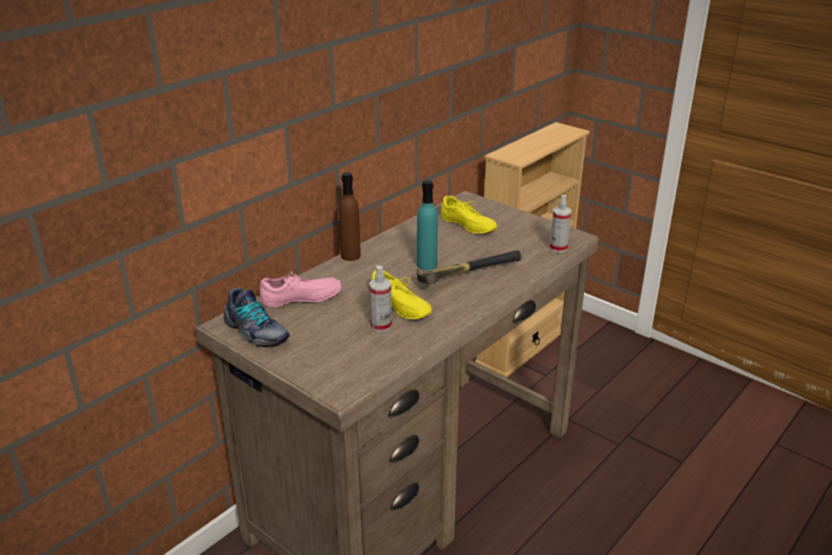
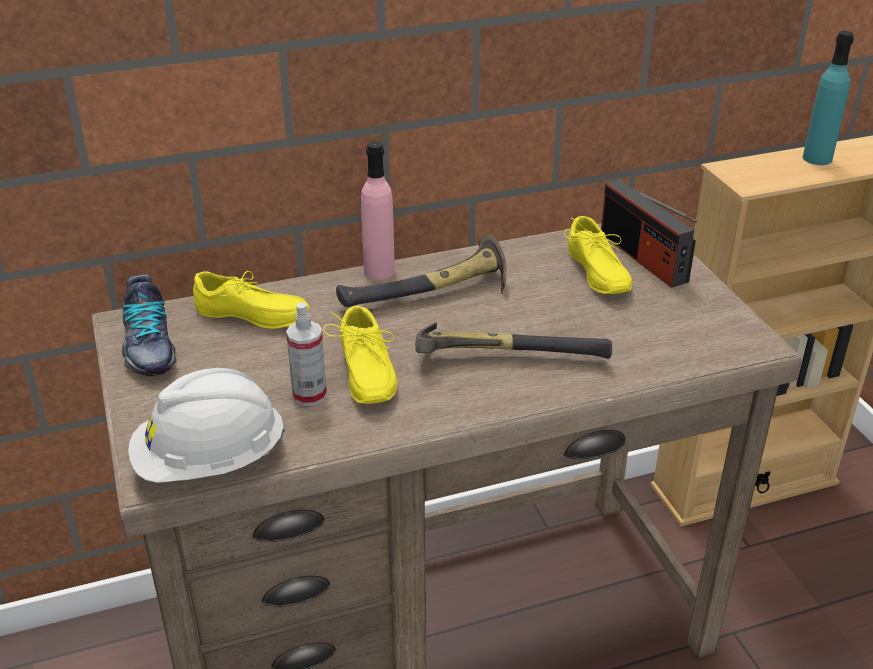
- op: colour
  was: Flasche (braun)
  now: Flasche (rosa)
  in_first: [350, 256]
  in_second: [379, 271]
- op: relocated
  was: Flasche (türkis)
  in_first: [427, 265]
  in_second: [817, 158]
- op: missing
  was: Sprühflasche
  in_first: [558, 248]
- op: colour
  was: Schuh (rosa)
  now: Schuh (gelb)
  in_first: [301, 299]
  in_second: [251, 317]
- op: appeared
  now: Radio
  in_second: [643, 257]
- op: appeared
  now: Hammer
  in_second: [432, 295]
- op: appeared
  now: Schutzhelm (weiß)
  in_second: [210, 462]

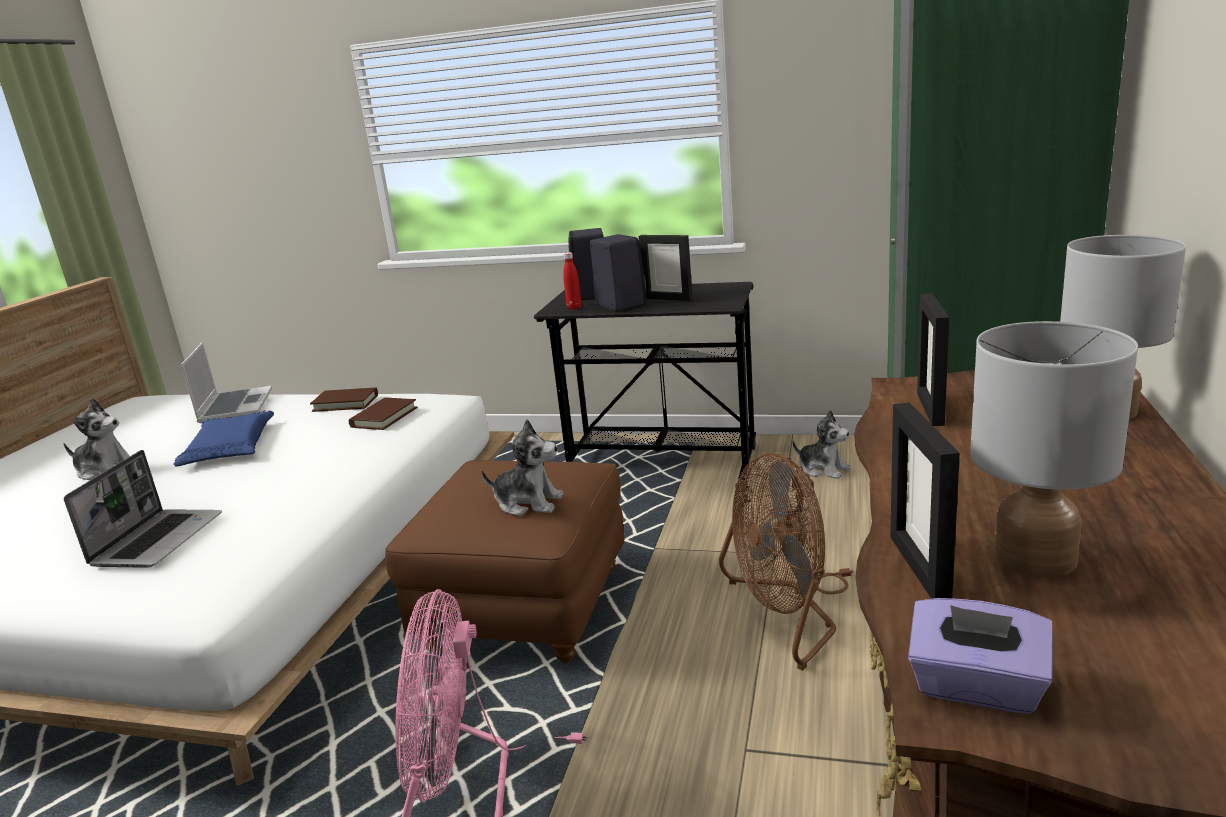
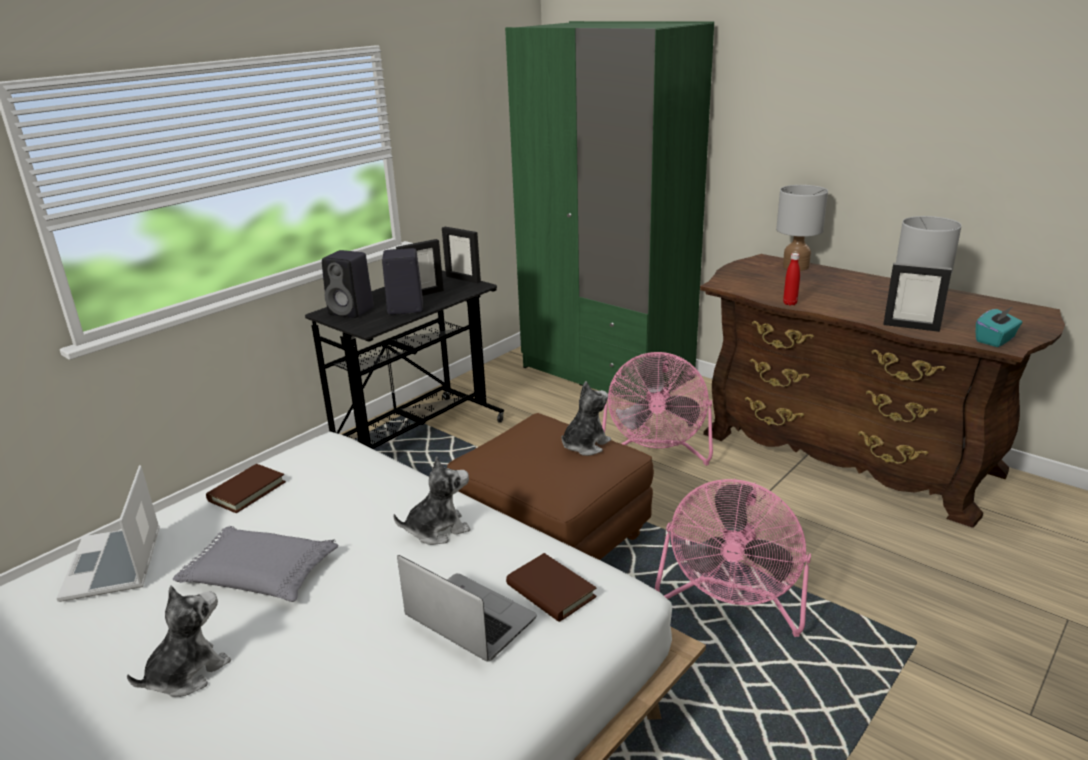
- op: relocated
  was: Flasche (rot)
  in_first: [574, 308]
  in_second: [790, 303]
- op: relocated
  was: Bilderrahmen
  in_first: [932, 408]
  in_second: [463, 278]
- op: spun
  was: Laptop
  in_first: [235, 406]
  in_second: [115, 565]
  clockwise: -120
- op: relocated
  was: Buch (braun)
  in_first: [384, 417]
  in_second: [550, 591]
- op: colour
  was: Kissen (blau)
  now: Kissen (grau)
  in_first: [230, 446]
  in_second: [259, 571]
- op: relocated
  was: Plüschtier
  in_first: [823, 469]
  in_second: [437, 529]
- op: colour
  was: Ventilator (braun)
  now: Ventilator (rosa)
  in_first: [790, 611]
  in_second: [652, 450]
- op: colour
  was: Taschentuchbox (lila)
  now: Taschentuchbox (türkis)
  in_first: [976, 687]
  in_second: [995, 340]

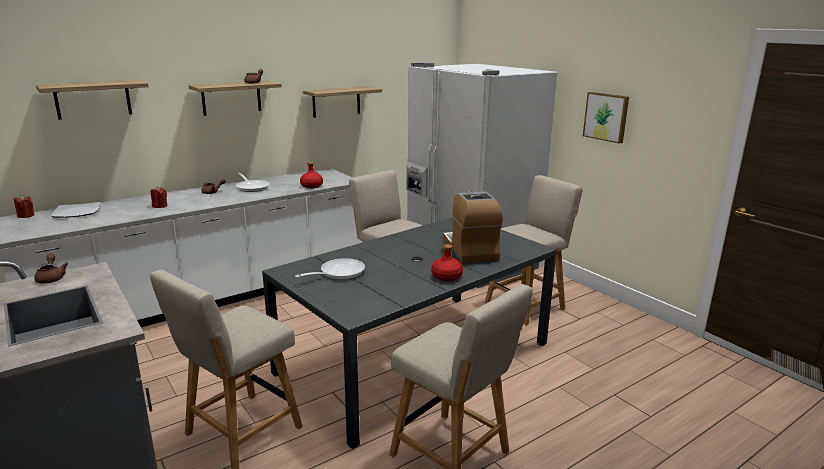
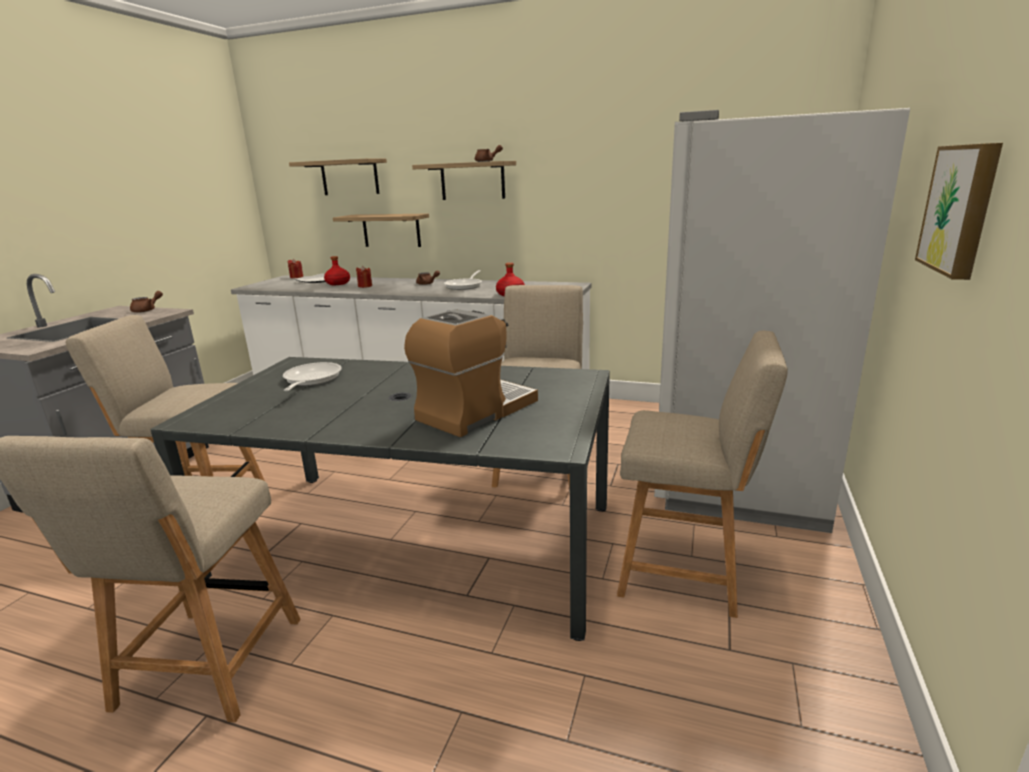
- op: relocated
  was: Wandregal
  in_first: [336, 102]
  in_second: [391, 230]
- op: relocated
  was: Flasche (rot)
  in_first: [446, 277]
  in_second: [338, 283]
- op: spun
  was: Pfanne
  in_first: [338, 273]
  in_second: [310, 380]
  clockwise: -105

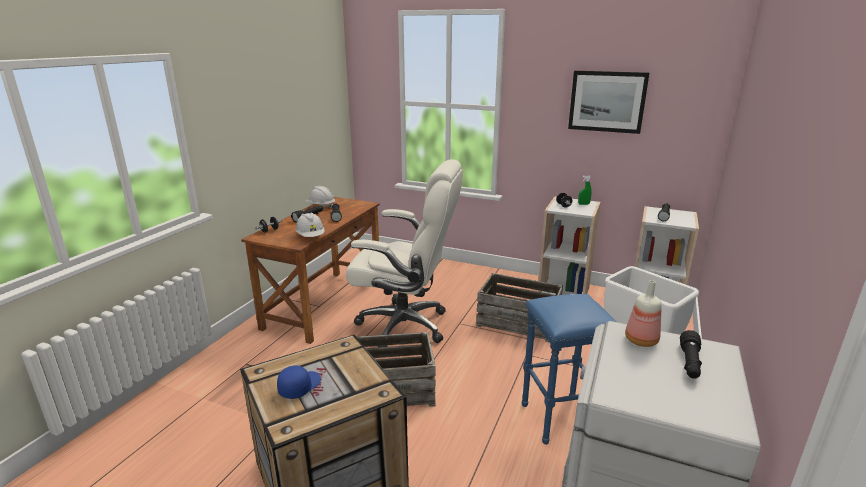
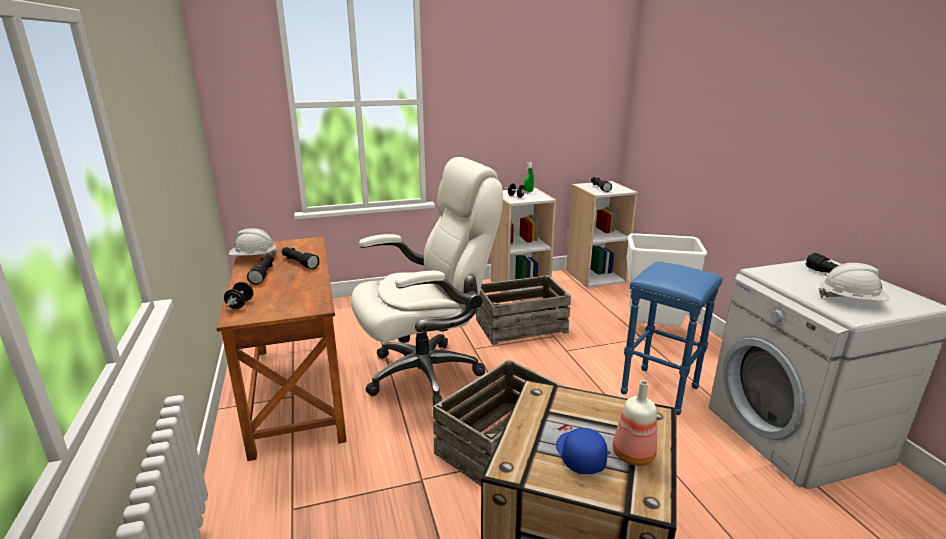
- op: missing
  was: Bild
  in_first: [607, 101]
- op: relocated
  was: Schutzhelm (weiß)
  in_first: [310, 236]
  in_second: [851, 301]
- op: relocated
  was: Flasche
  in_first: [640, 340]
  in_second: [631, 455]

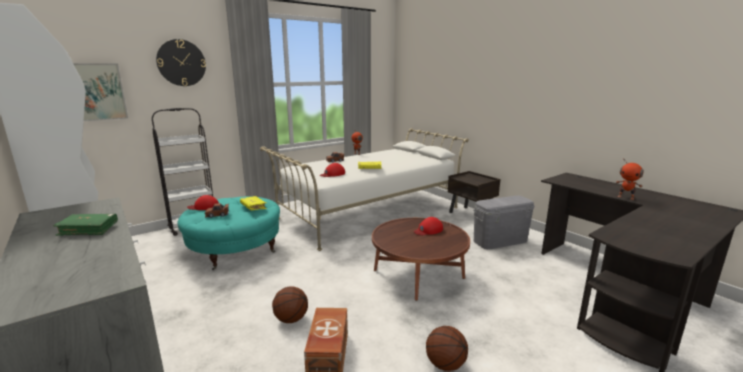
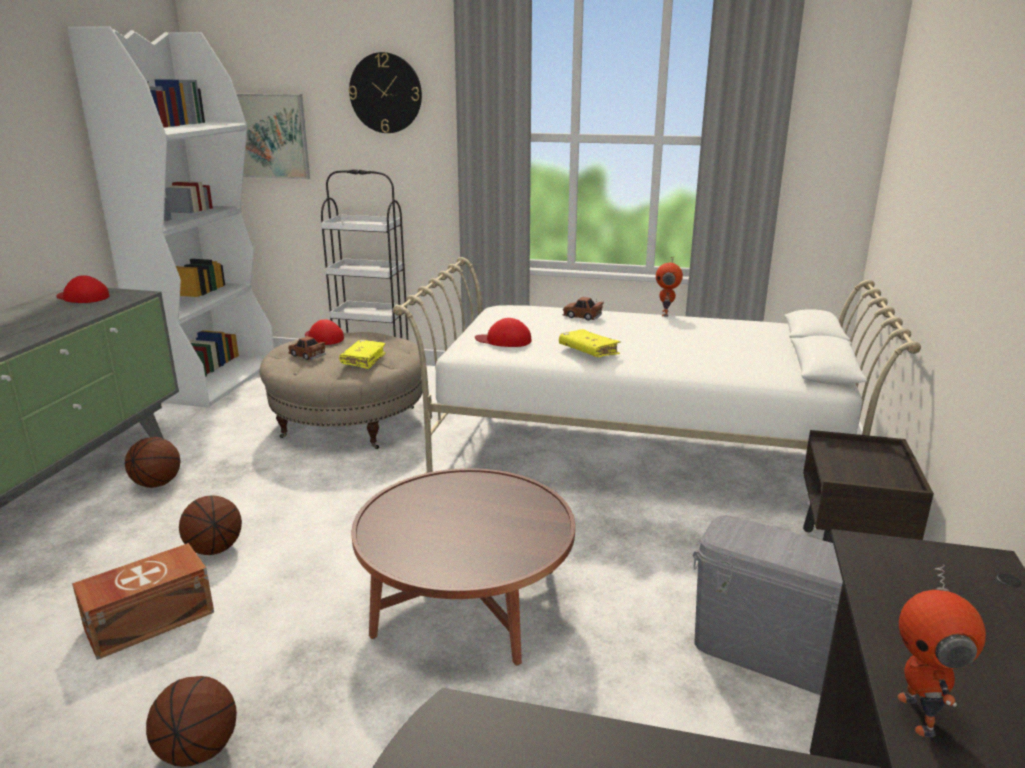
- op: colour
  was: Polsterhocker (türkis)
  now: Polsterhocker (beige)
  in_first: [235, 250]
  in_second: [349, 422]
- op: missing
  was: Buch (grün)
  in_first: [88, 229]
- op: relocated
  was: Kappe (rot)
  in_first: [428, 230]
  in_second: [83, 297]
- op: appeared
  now: Basketball
  in_second: [157, 483]

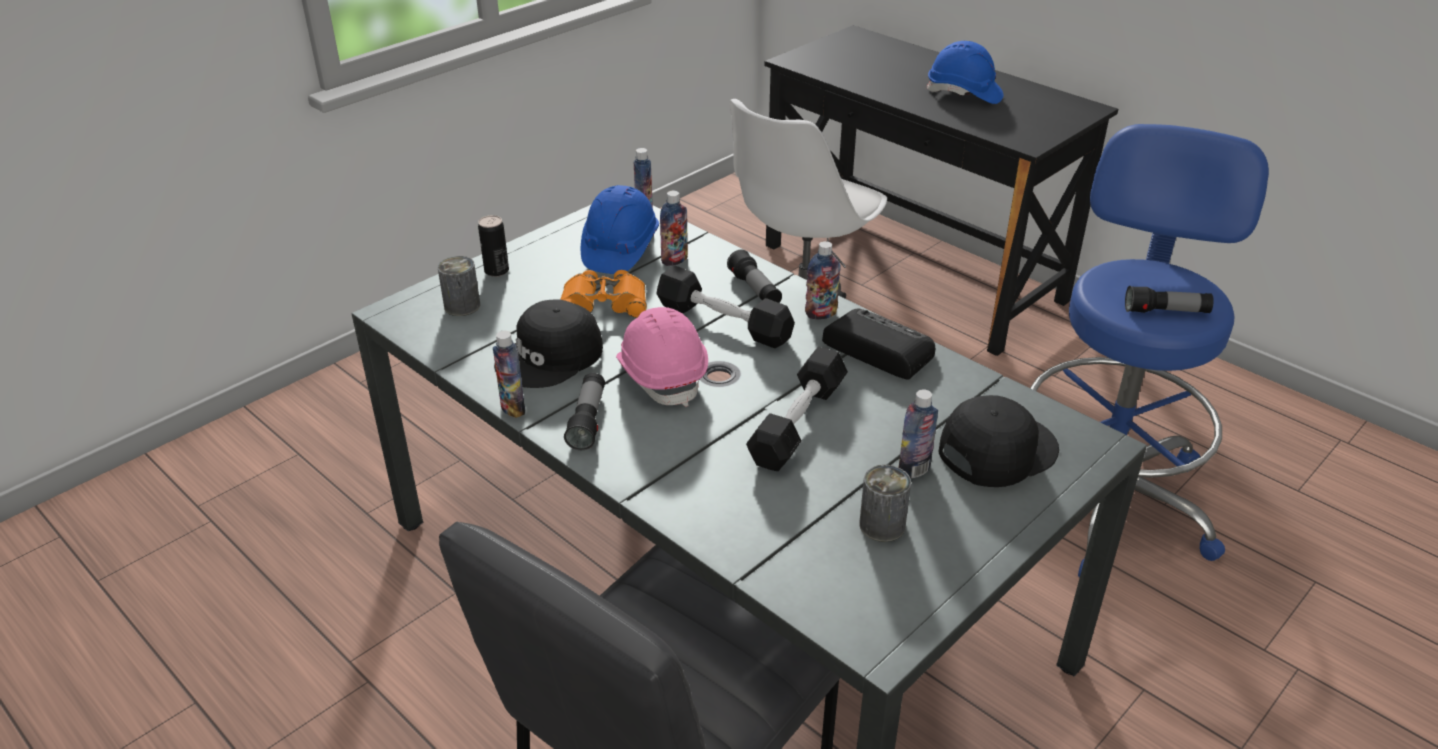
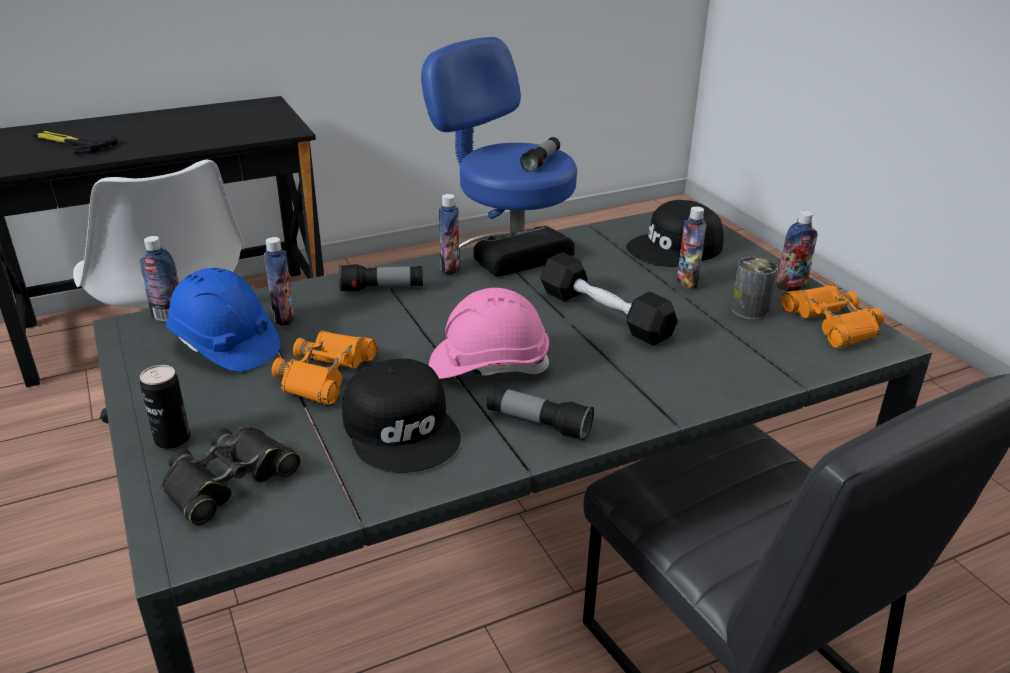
- op: missing
  was: Schutzhelm (blau)
  in_first: [964, 94]
- op: exchanged
  was: Dose
  now: Fernglas (schwarz)
  in_first: [462, 306]
  in_second: [228, 481]
- op: missing
  was: Hantel (schwarz)
  in_first: [723, 322]
- op: relocated
  was: Flasche
  in_first: [513, 408]
  in_second: [791, 286]
- op: spun
  was: Kappe (schwarz)
  in_first: [996, 450]
  in_second: [676, 248]
  clockwise: -105
- op: appeared
  now: Hammer
  in_second: [69, 144]
- op: appeared
  now: Fernglas (orange)
  in_second: [832, 323]

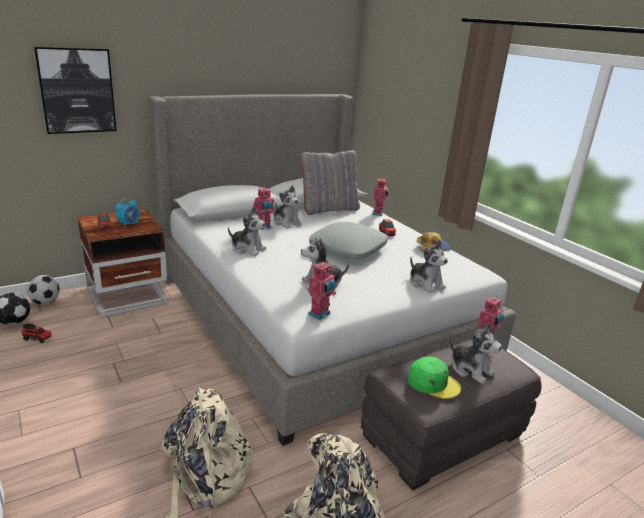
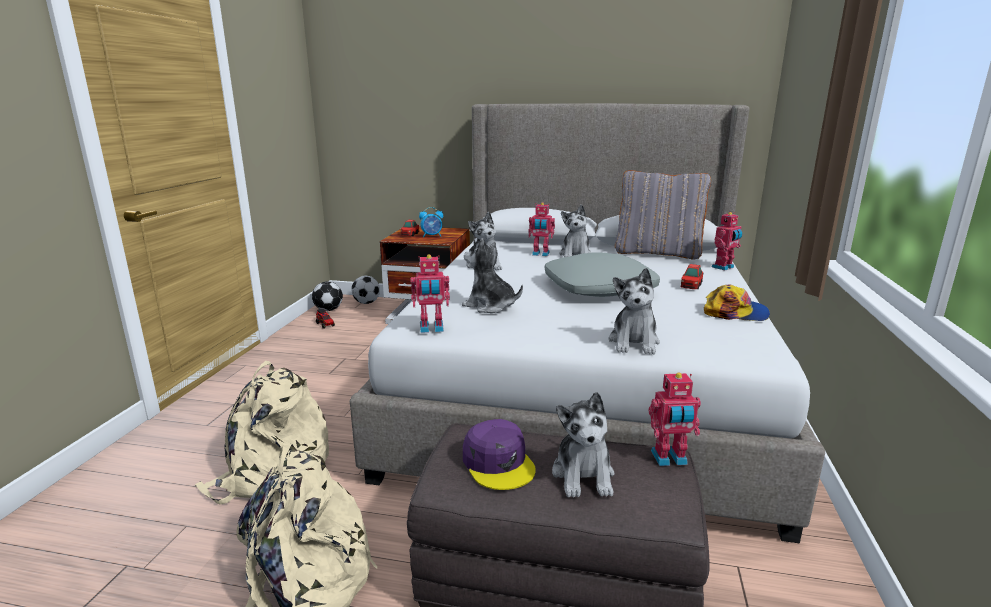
- op: missing
  was: Bild
  in_first: [77, 91]
- op: colour
  was: Kappe (grün)
  now: Kappe (lila)
  in_first: [433, 383]
  in_second: [498, 463]

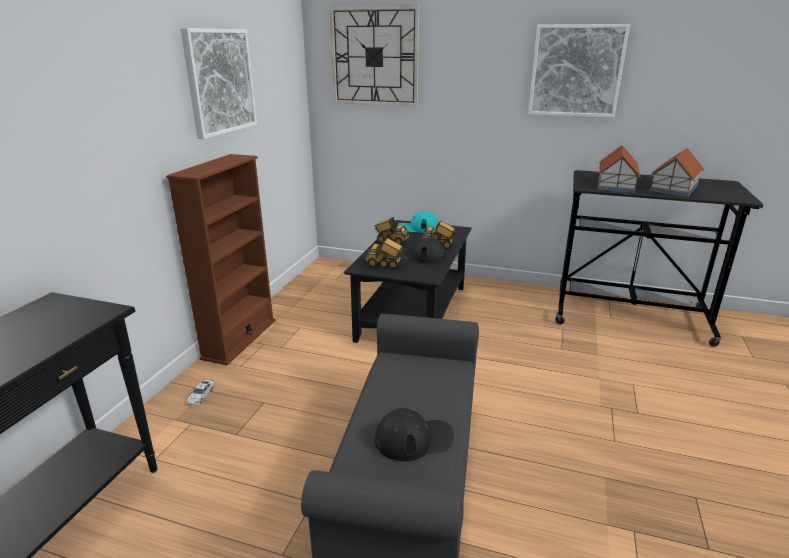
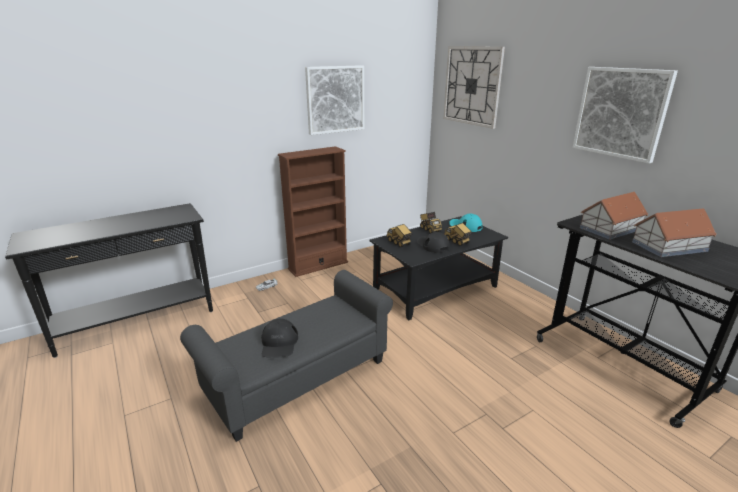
- op: spun
  was: Kappe (schwarz)
  in_first: [414, 439]
  in_second: [279, 343]
  clockwise: 60

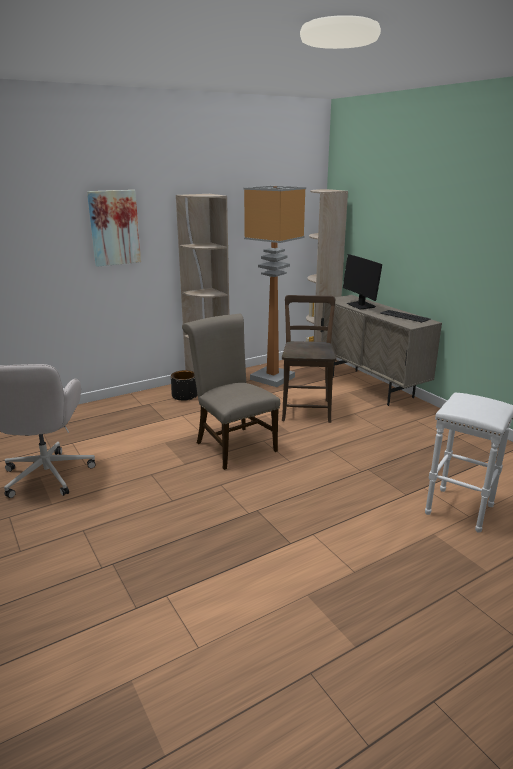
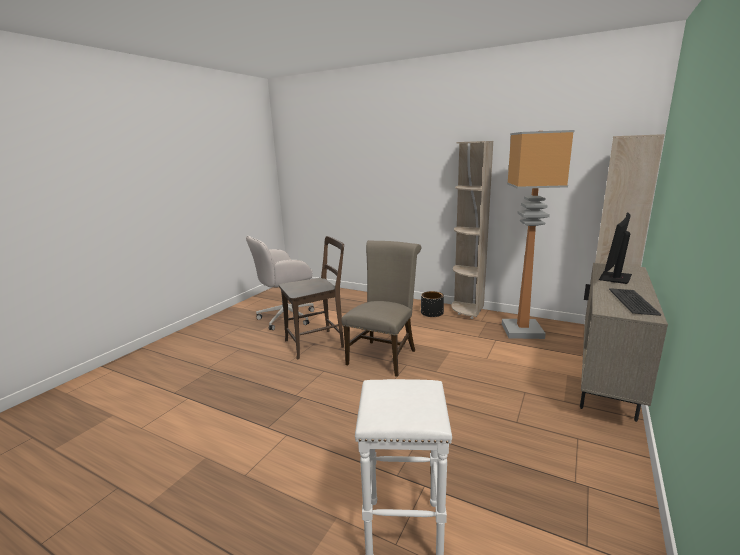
- op: missing
  was: Bild
  in_first: [114, 228]
- op: relocated
  was: Stuhl (braun)
  in_first: [306, 408]
  in_second: [317, 343]

